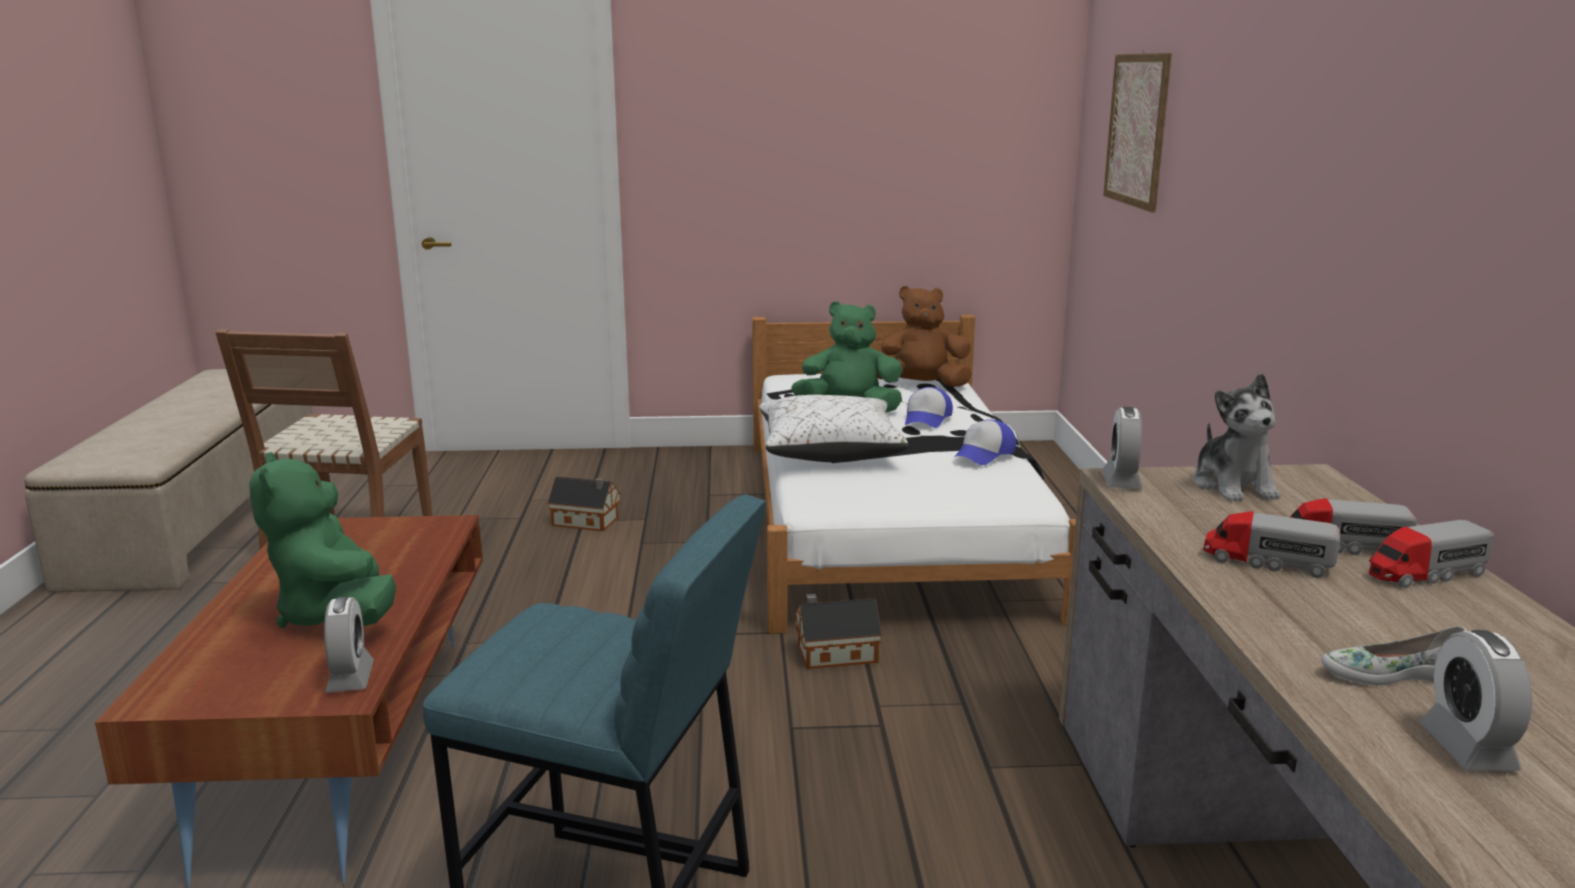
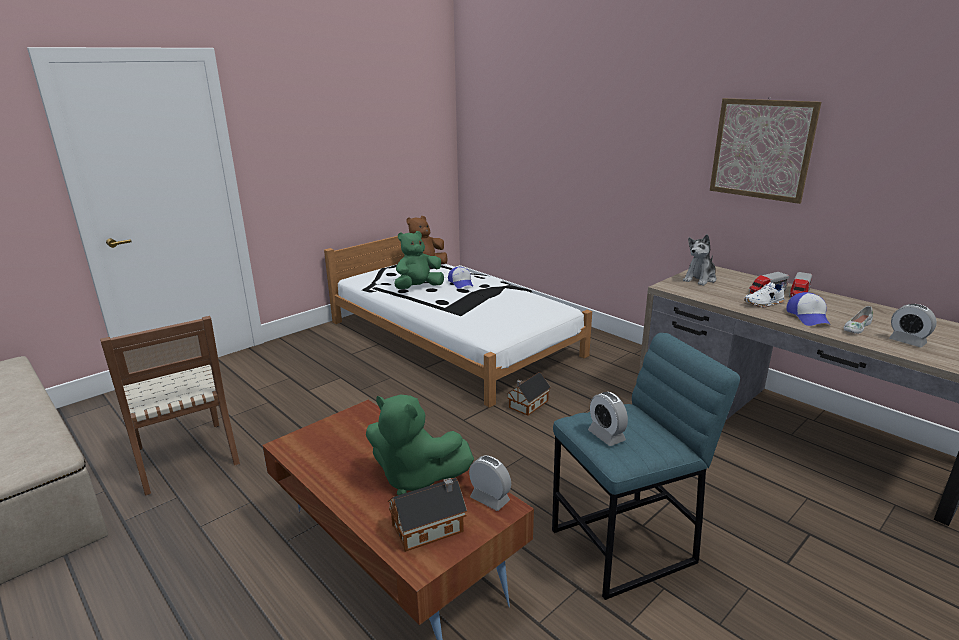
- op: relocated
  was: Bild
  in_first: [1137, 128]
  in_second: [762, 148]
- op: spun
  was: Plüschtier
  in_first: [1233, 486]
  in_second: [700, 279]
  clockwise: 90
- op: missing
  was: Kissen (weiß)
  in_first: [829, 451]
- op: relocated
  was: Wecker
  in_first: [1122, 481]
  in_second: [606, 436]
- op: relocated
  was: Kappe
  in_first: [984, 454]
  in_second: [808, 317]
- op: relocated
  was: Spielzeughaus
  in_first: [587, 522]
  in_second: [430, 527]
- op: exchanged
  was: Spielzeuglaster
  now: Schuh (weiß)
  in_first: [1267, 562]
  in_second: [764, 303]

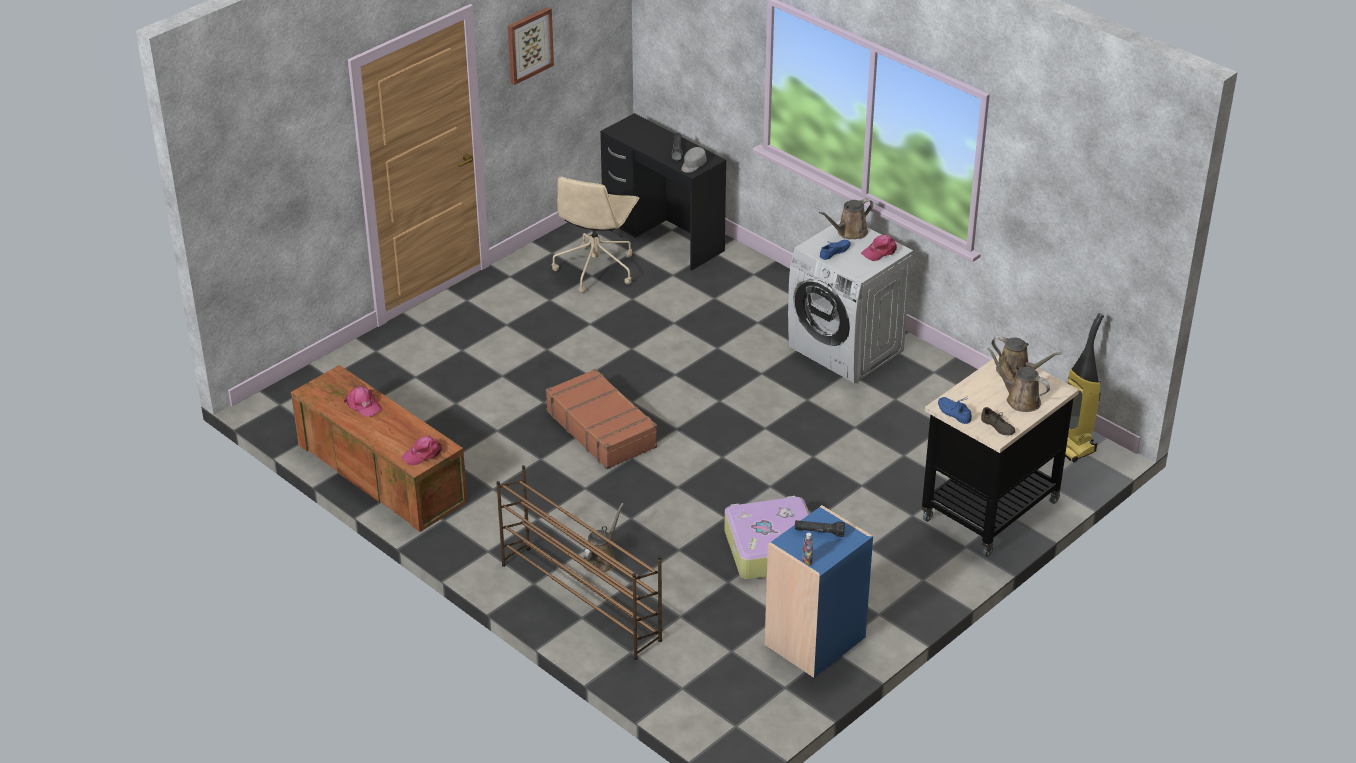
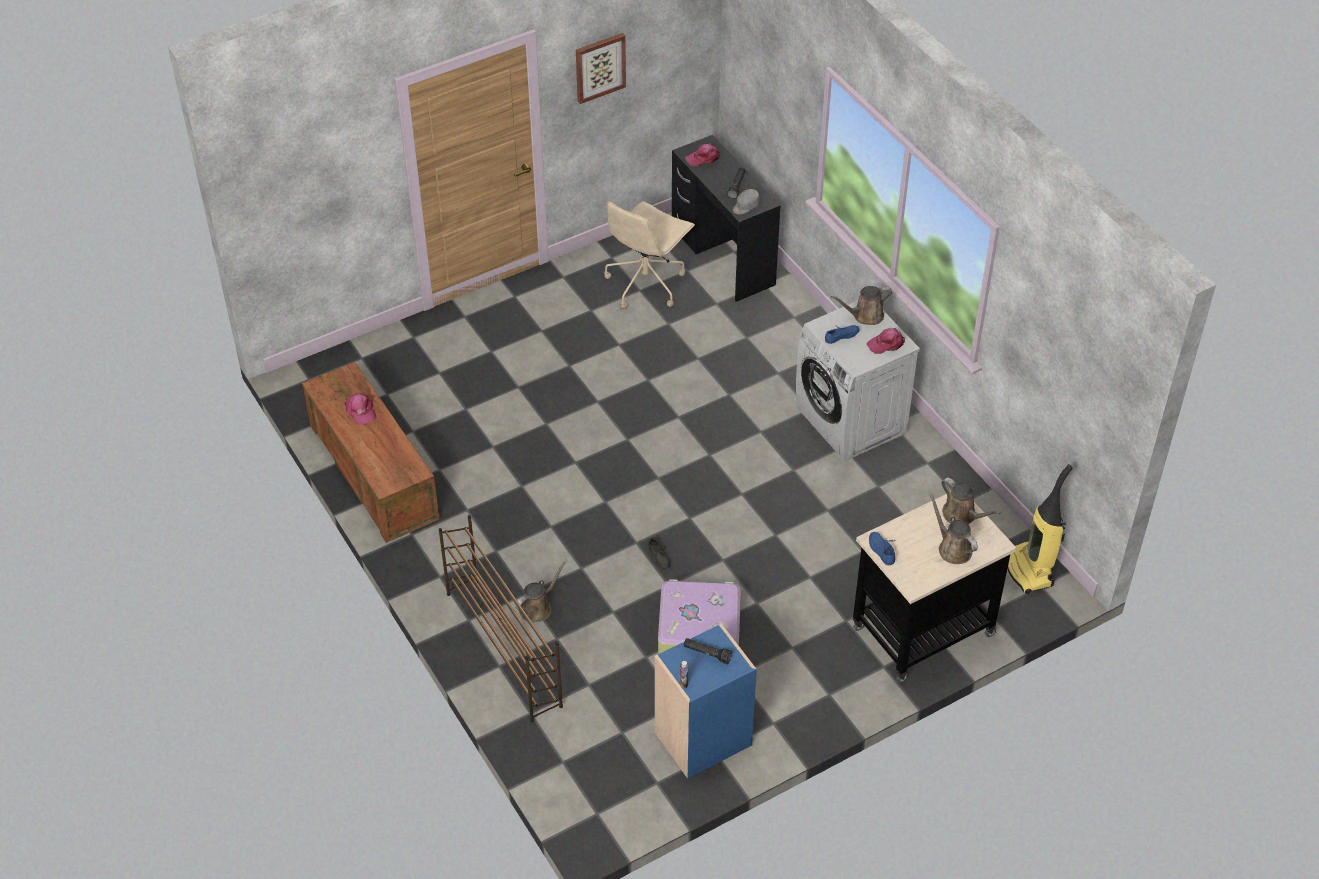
- op: missing
  was: Koffer (braun)
  in_first: [602, 429]
- op: relocated
  was: Schuh (grau)
  in_first: [996, 427]
  in_second: [658, 558]
- op: relocated
  was: Kappe (rosa)
  in_first: [423, 454]
  in_second: [703, 158]

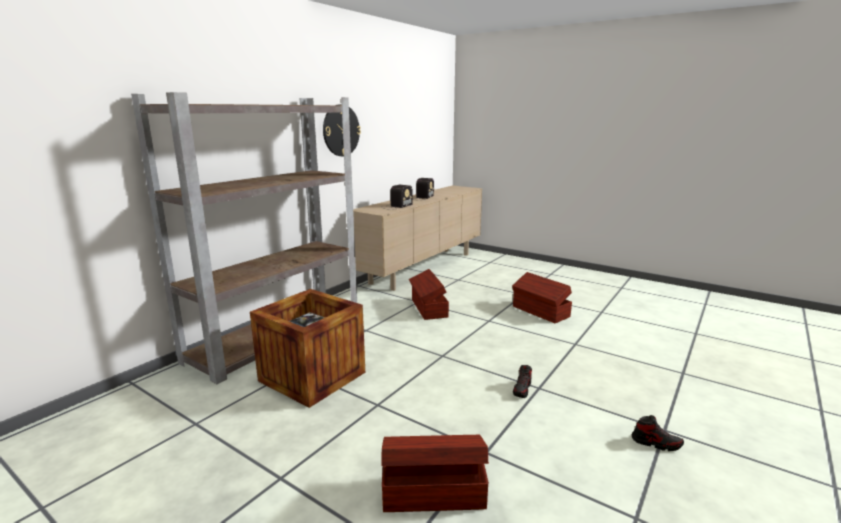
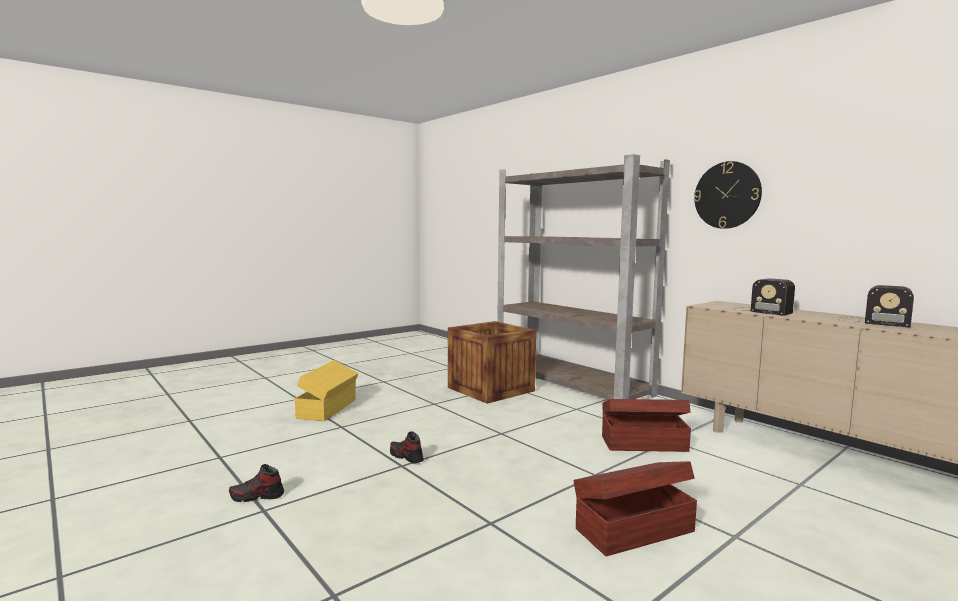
- op: spun
  was: Schuh
  in_first: [656, 443]
  in_second: [257, 496]
  clockwise: 45
- op: colour
  was: Aufbewahrungsbox (braun)
  now: Aufbewahrungsbox (gelb)
  in_first: [432, 491]
  in_second: [328, 408]

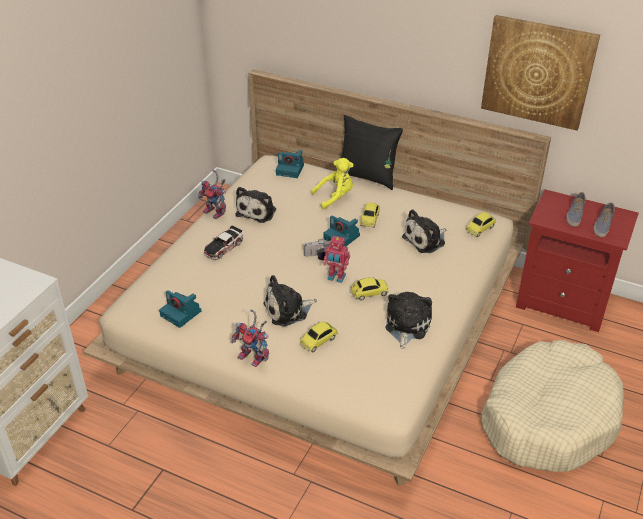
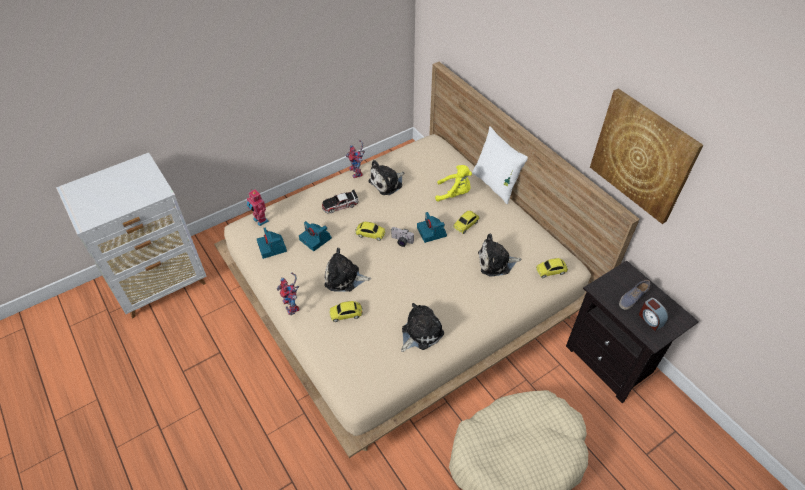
- op: colour
  was: Kissen (schwarz)
  now: Kissen (weiß)
  in_first: [367, 177]
  in_second: [495, 185]
- op: relocated
  was: Kamera
  in_first: [290, 170]
  in_second: [316, 239]
- op: colour
  was: Nachttisch (rot)
  now: Nachttisch (schwarz)
  in_first: [563, 302]
  in_second: [612, 361]
- op: exchanged
  was: Schuh
  now: Wecker
  in_first: [602, 225]
  in_second: [650, 319]
- op: relocated
  was: Spielzeugroboter
  in_first: [336, 278]
  in_second: [260, 221]
- op: relocated
  was: Spielzeugauto
  in_first: [369, 293]
  in_second: [370, 234]

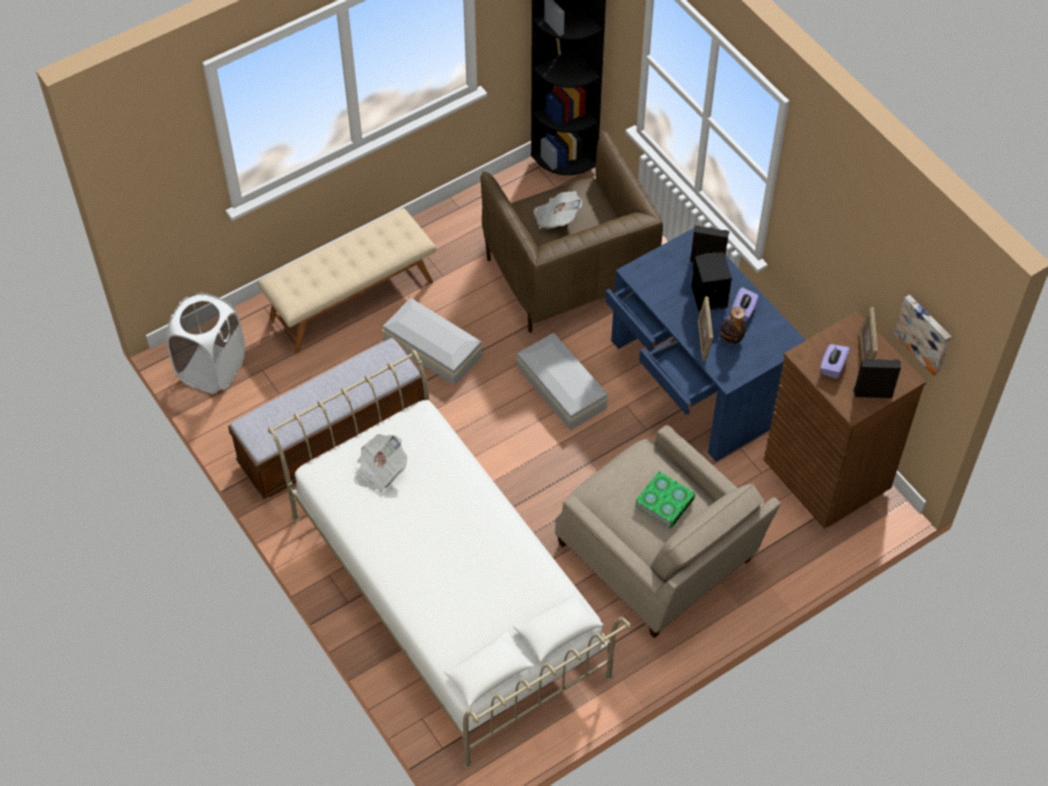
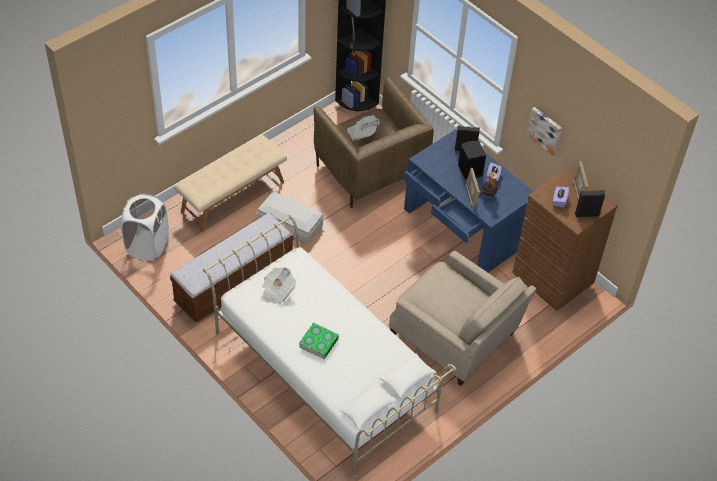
- op: relocated
  was: Bild
  in_first: [924, 333]
  in_second: [545, 130]
- op: missing
  was: Aufbewahrungsbox (weiß)
  in_first: [561, 390]
- op: relocated
  was: Buch
  in_first: [664, 502]
  in_second: [318, 343]

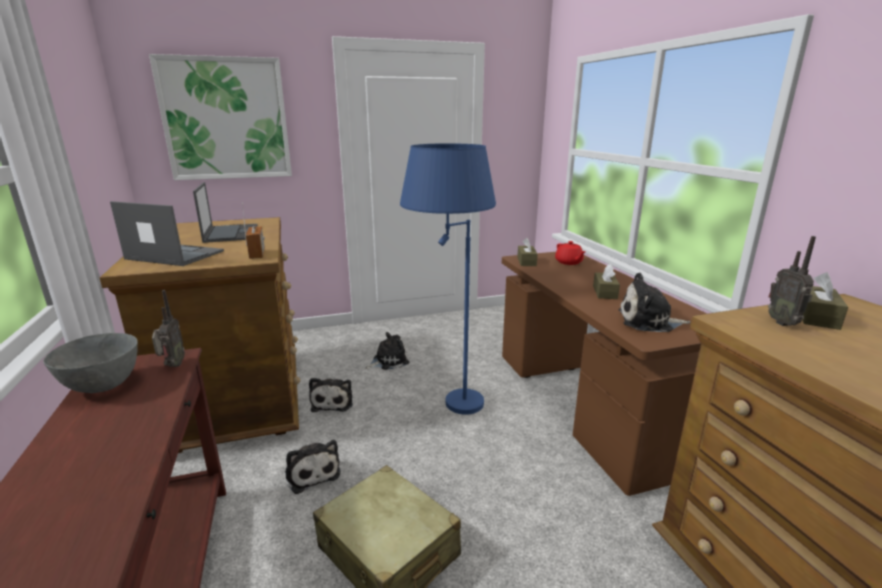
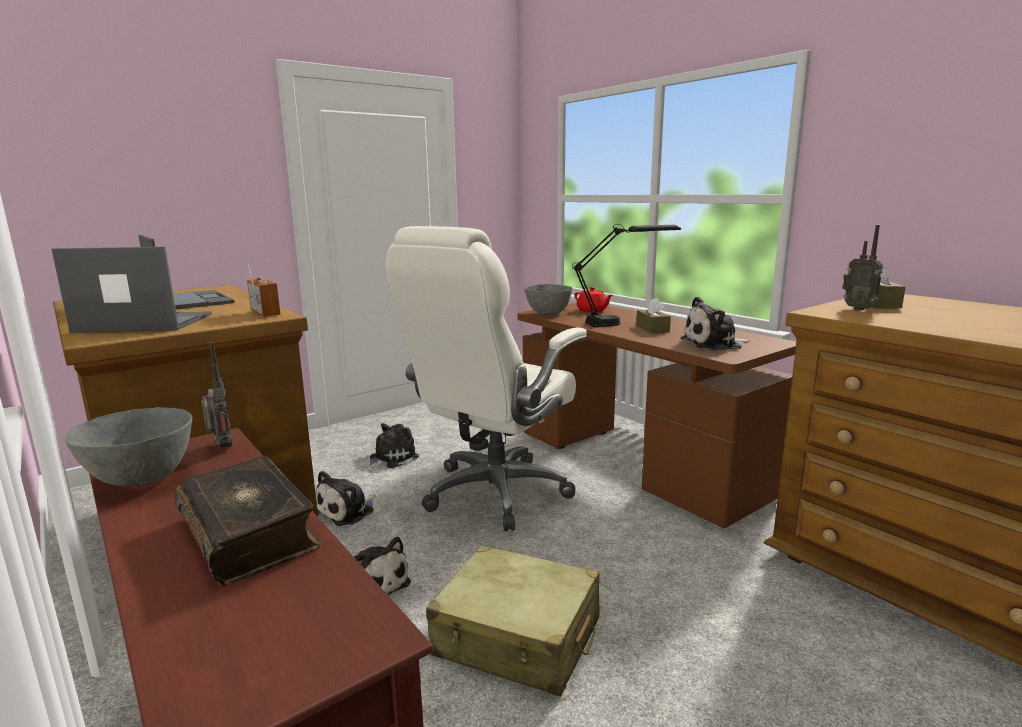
- op: missing
  was: Bild
  in_first: [226, 119]
- op: exchanged
  was: Stehlampe (blau)
  now: Bürostuhl (weiß)
  in_first: [447, 410]
  in_second: [494, 493]
- op: exchanged
  was: Taschentuchbox (braun)
  now: Schüssel (grau)
  in_first: [526, 261]
  in_second: [548, 314]
- op: spun
  was: Plüschtier
  in_first: [333, 402]
  in_second: [347, 511]
  clockwise: 60
- op: appeared
  now: Tischlampe (schwarz)
  in_second: [624, 322]
- op: appeared
  now: Buch
  in_second: [250, 533]

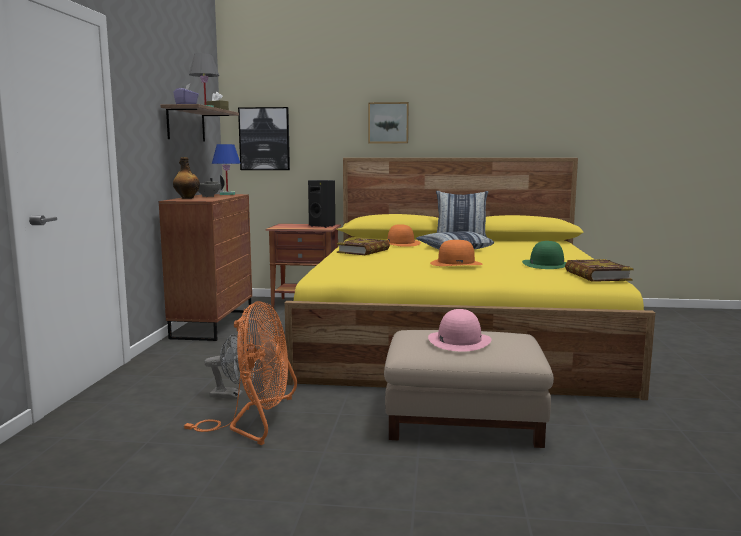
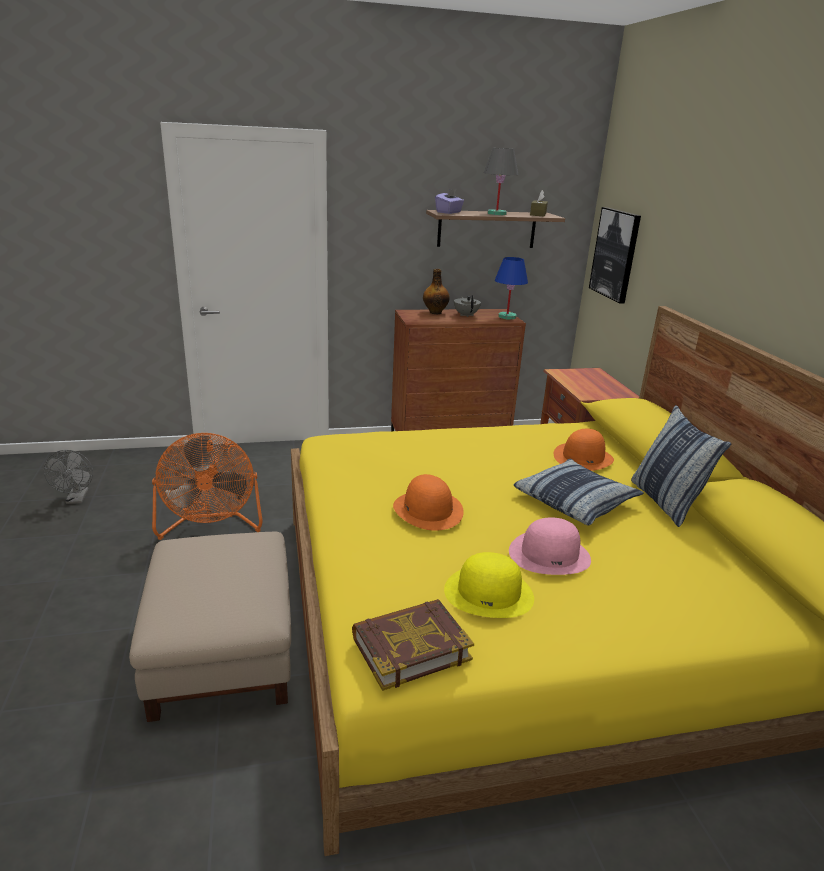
- op: missing
  was: Bild
  in_first: [388, 123]
- op: missing
  was: Lautsprecher (schwarz)
  in_first: [323, 226]
- op: missing
  was: Buch
  in_first: [363, 251]
- op: colour
  was: Hut (grün)
  now: Hut (gelb)
  in_first: [546, 264]
  in_second: [489, 593]
- op: relocated
  was: Hut (rosa)
  in_first: [459, 341]
  in_second: [549, 554]
- op: relocated
  was: Ventilator (grau)
  in_first: [231, 395]
  in_second: [76, 499]

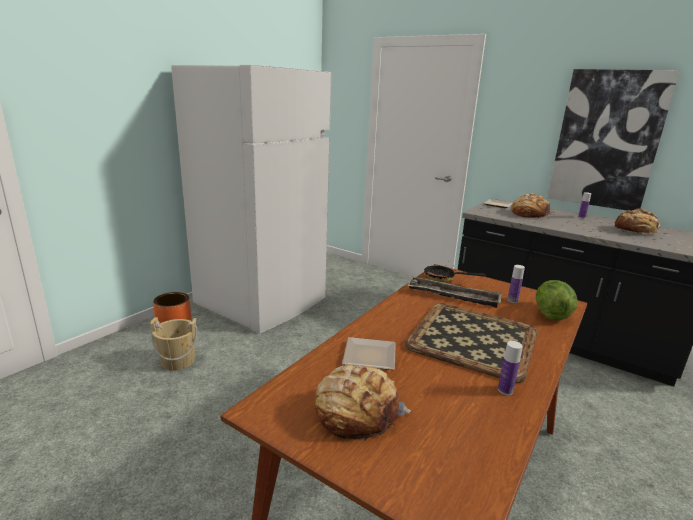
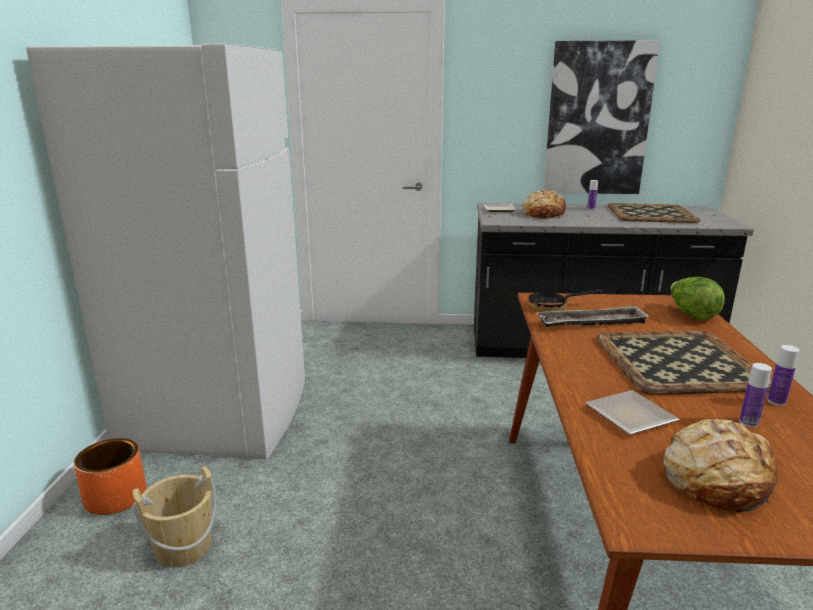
- op: exchanged
  was: Brot
  now: Tablett
  in_first: [635, 231]
  in_second: [651, 214]
- op: relocated
  was: Flasche
  in_first: [512, 300]
  in_second: [748, 422]

